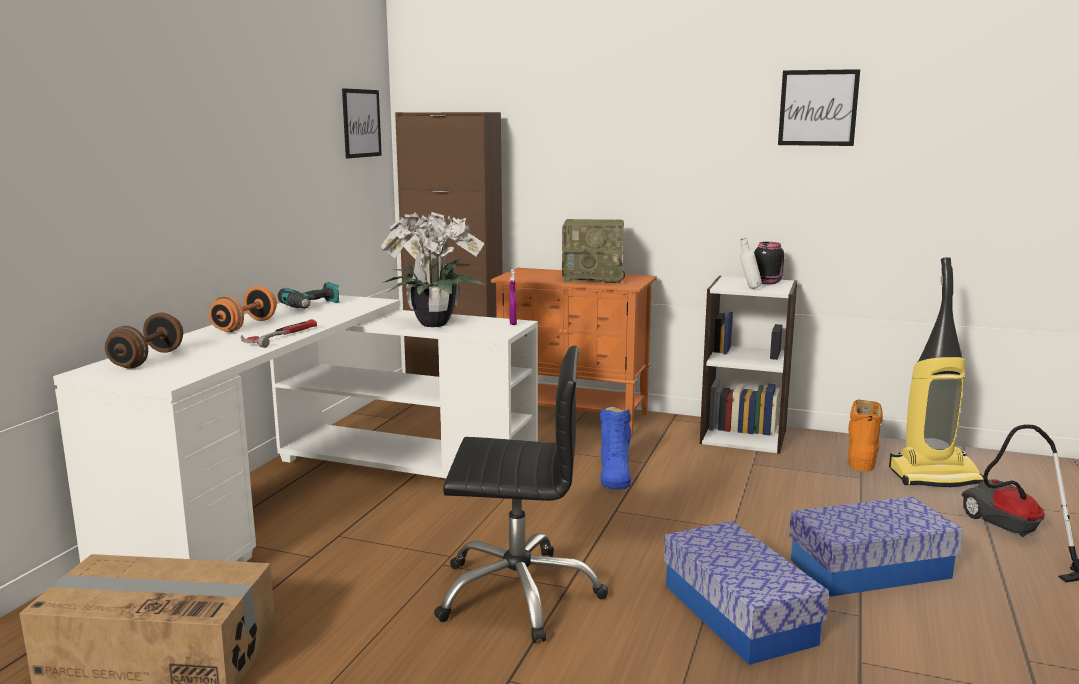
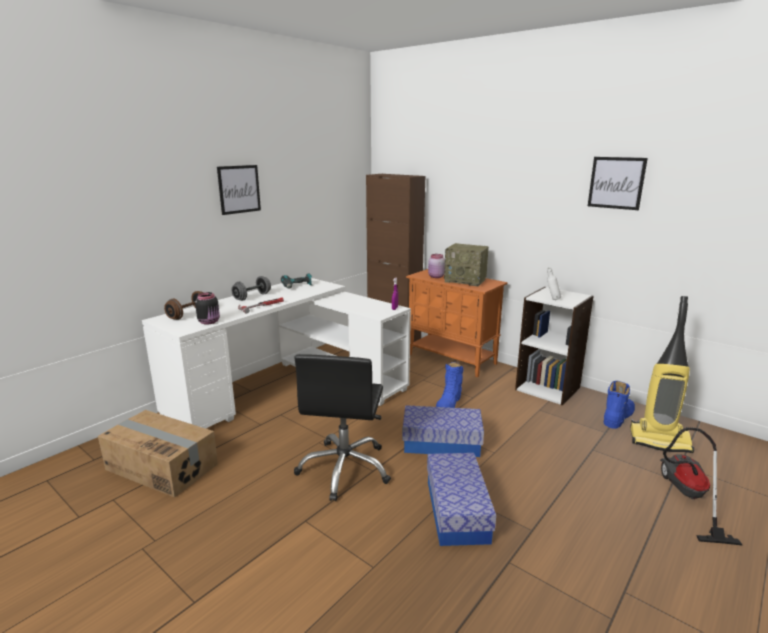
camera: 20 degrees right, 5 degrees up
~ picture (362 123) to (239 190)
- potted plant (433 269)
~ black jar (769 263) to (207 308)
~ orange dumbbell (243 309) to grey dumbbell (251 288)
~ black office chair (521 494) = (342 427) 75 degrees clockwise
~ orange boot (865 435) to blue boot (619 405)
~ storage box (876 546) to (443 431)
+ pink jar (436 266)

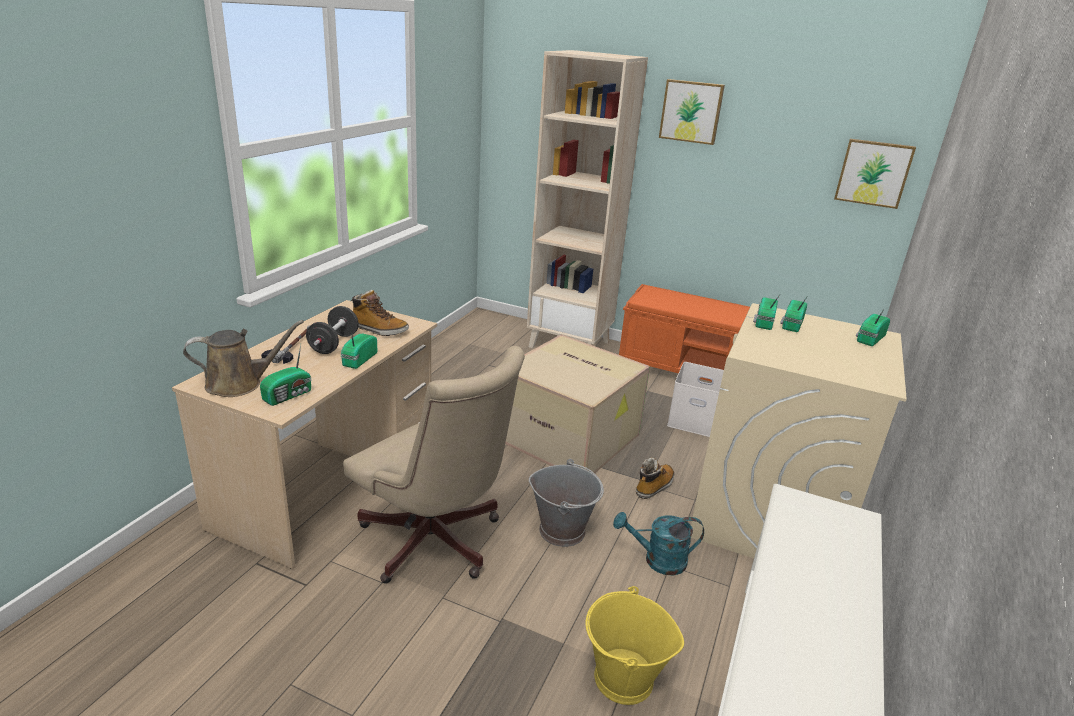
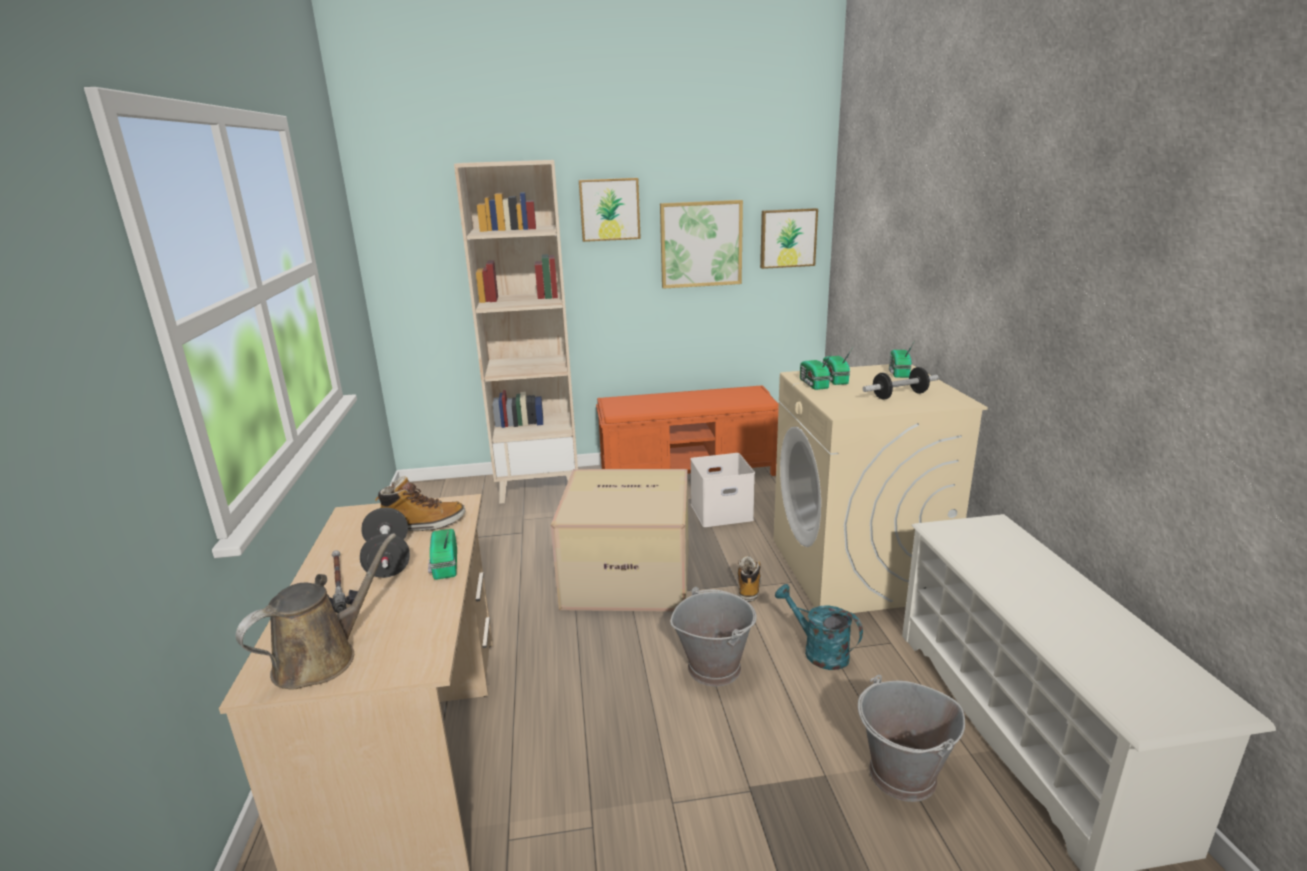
camera: 30 degrees left, 5 degrees down
- radio (286 375)
- beige office chair (434 464)
~ turquoise watering can (658 544) = (819 627) 75 degrees clockwise
~ yellow bucket (635 645) to grey bucket (911 738)
+ picture (701 244)
+ dumbbell (900 383)

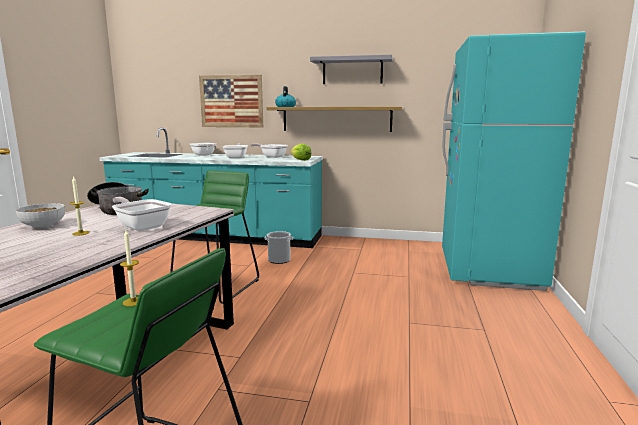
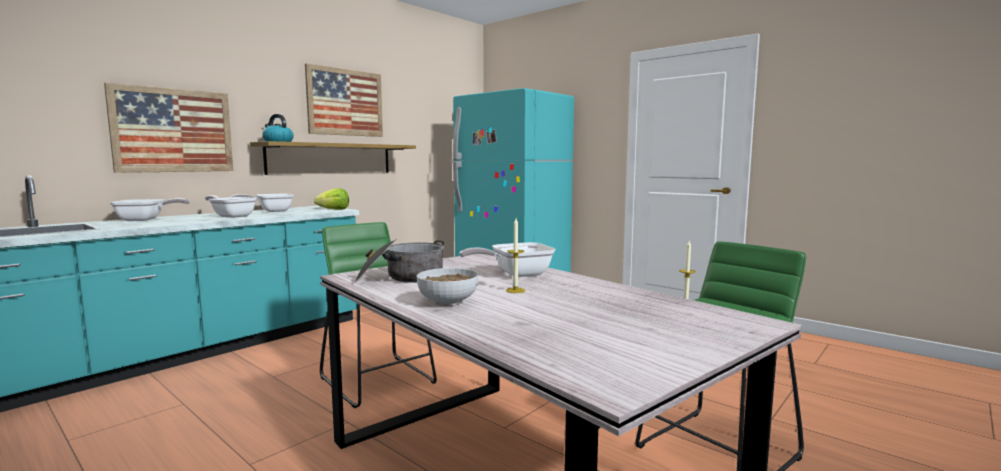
camera: 60 degrees left, 5 degrees down
~ grey shelf (351 69) to picture (344 100)
- bucket (279 247)

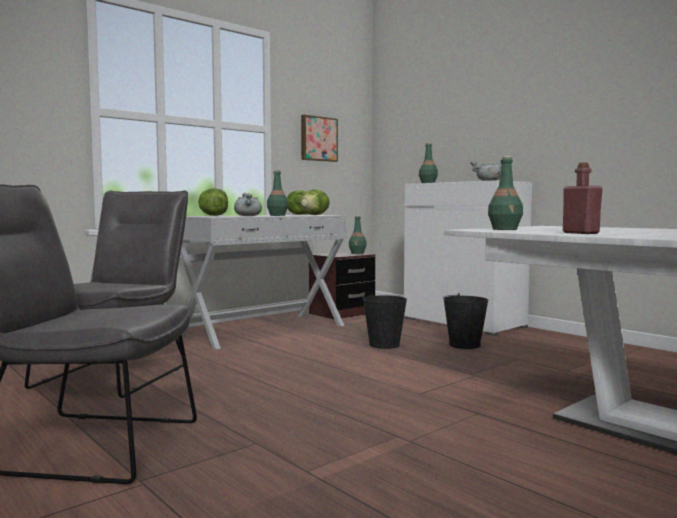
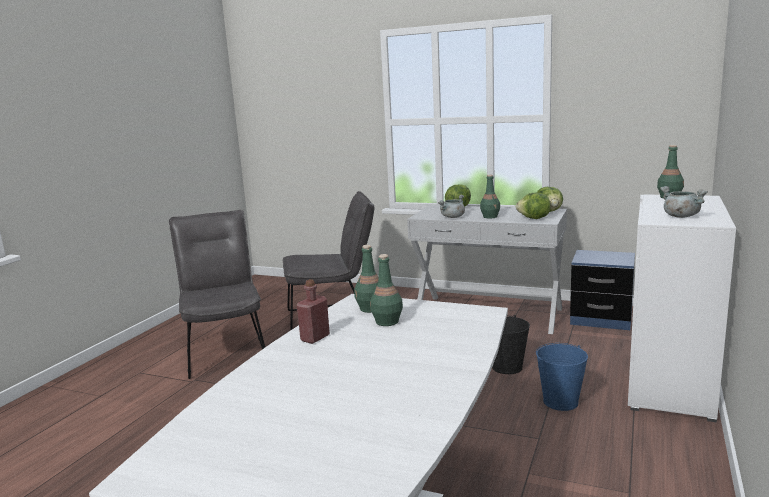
camera: 65 degrees right, 10 degrees up
- picture (319 138)
~ green bottle (358 235) to (386 290)
~ brown nightstand (342 286) to blue nightstand (602 290)
~ black bucket (465 321) to blue bucket (562 377)

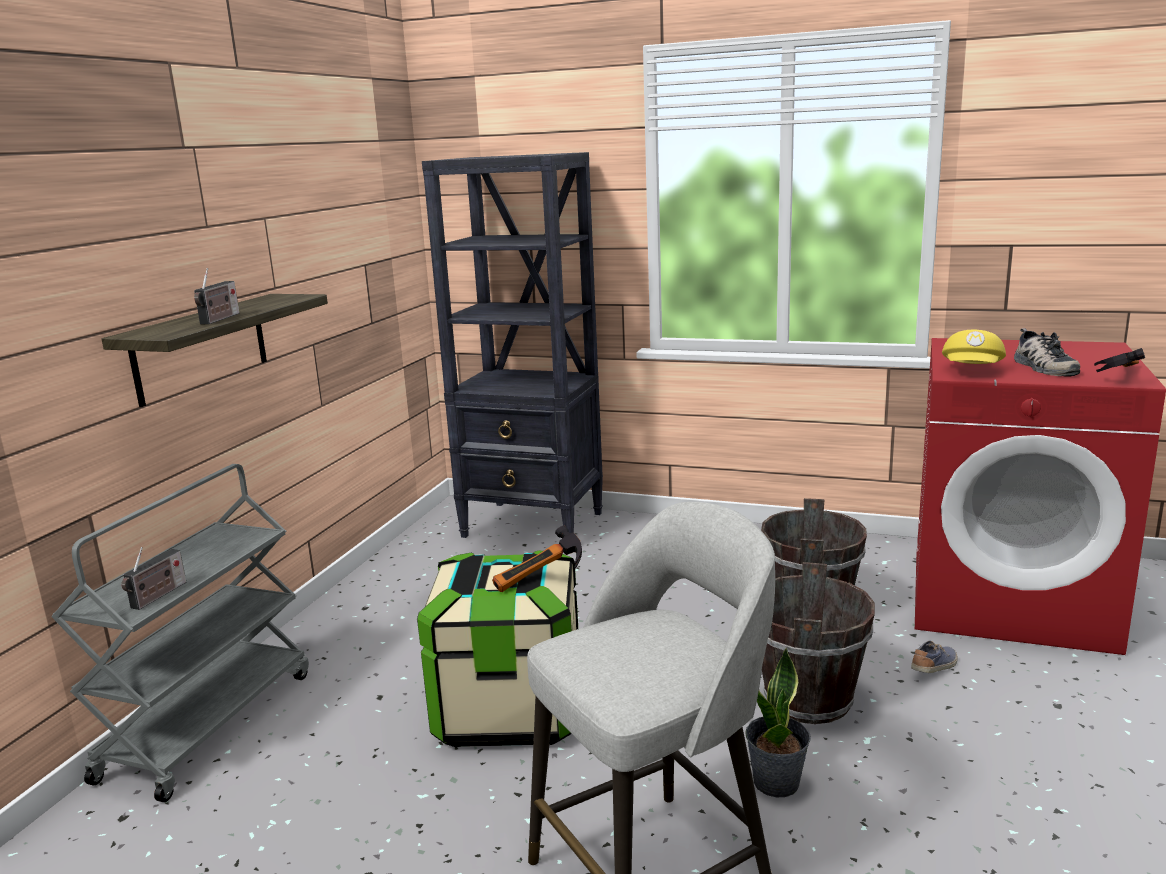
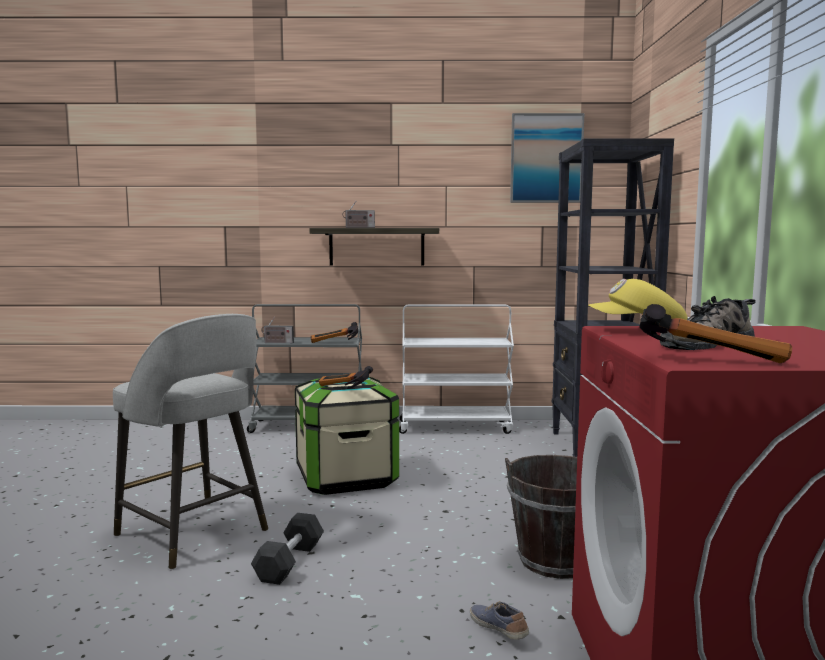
camera: 70 degrees right, 10 degrees down
- brown bucket (818 643)
~ shoe (934 657) = (499 620) 150 degrees counterclockwise
~ potted plant (778 722) to black dumbbell (287 549)
+ picture (547 158)
+ white cart (456 369)
+ hammer (334 332)

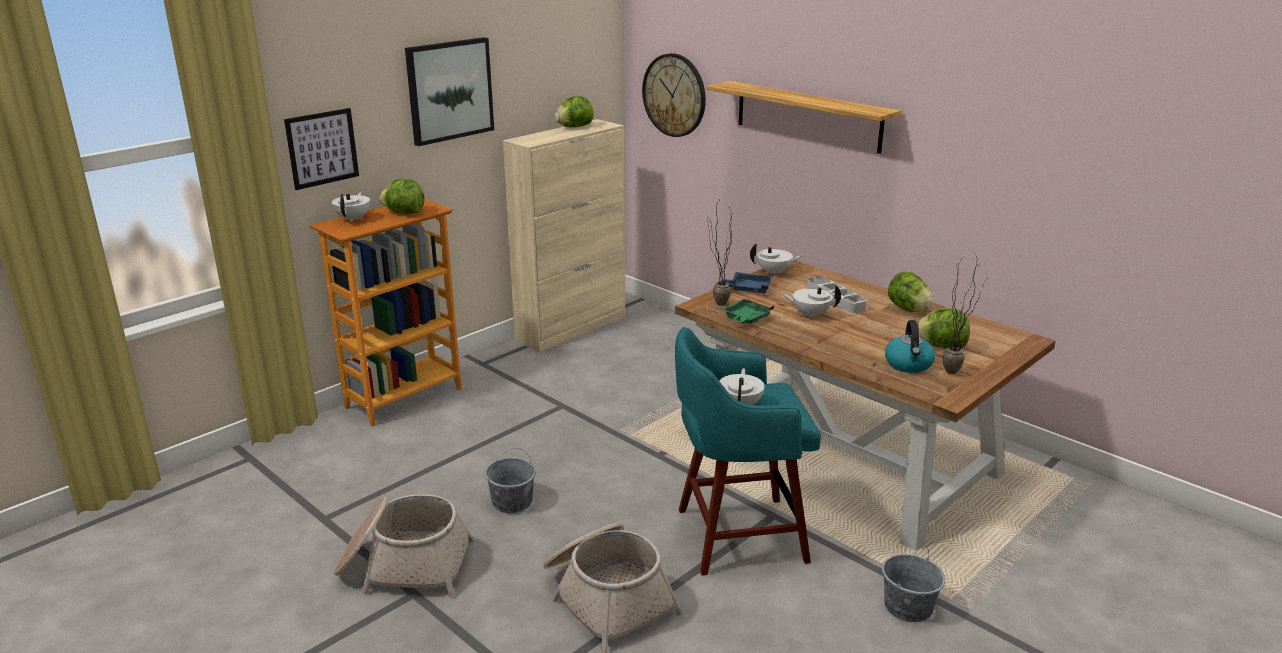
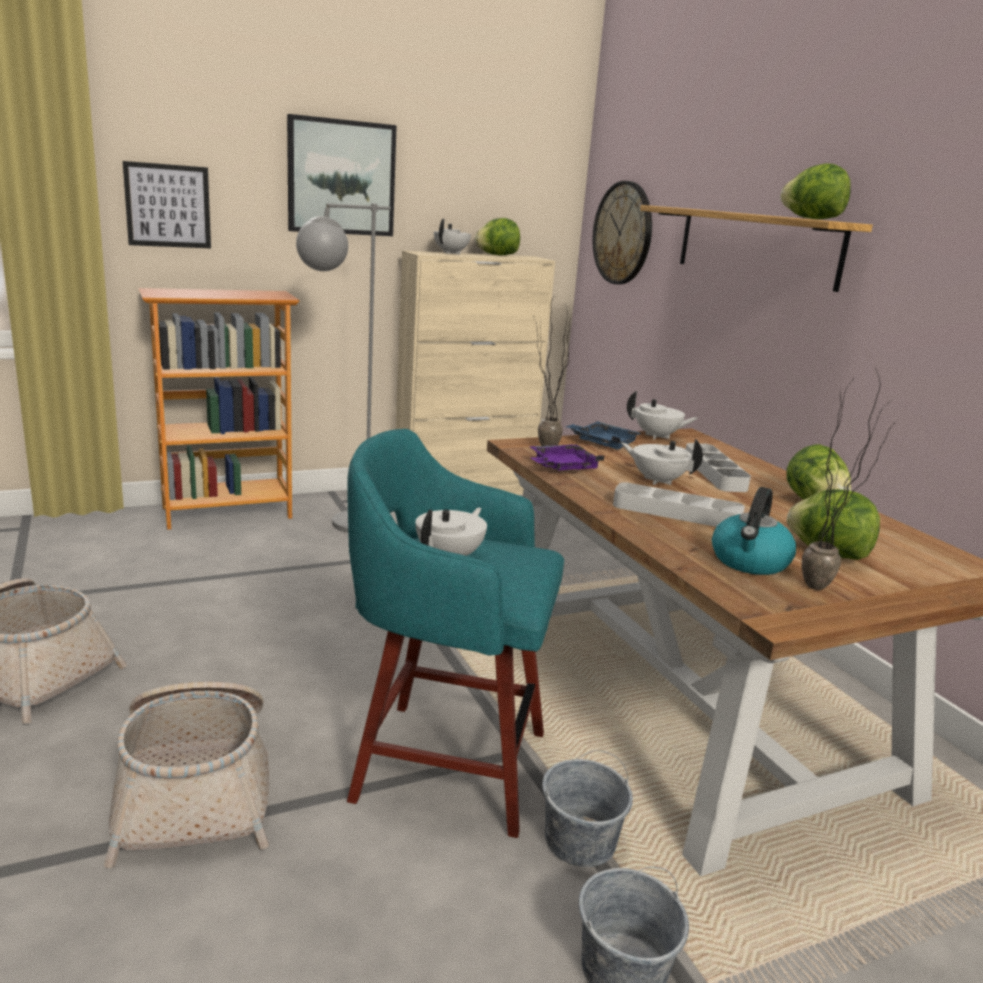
camera: 20 degrees right, 5 degrees down
~ lettuce (401 196) to (815 191)
~ white teapot (351 207) to (452 236)
~ green tray (747 311) to purple tray (566 457)
~ grey bucket (510 480) to (587 808)
+ grey floor lamp (343 368)
+ grey tray (679 504)

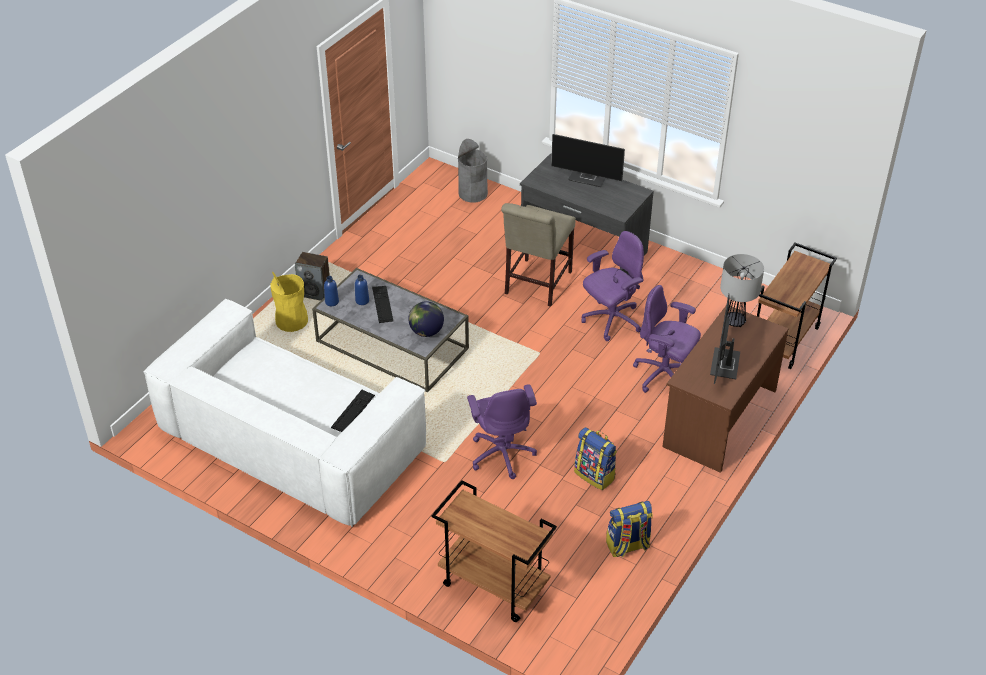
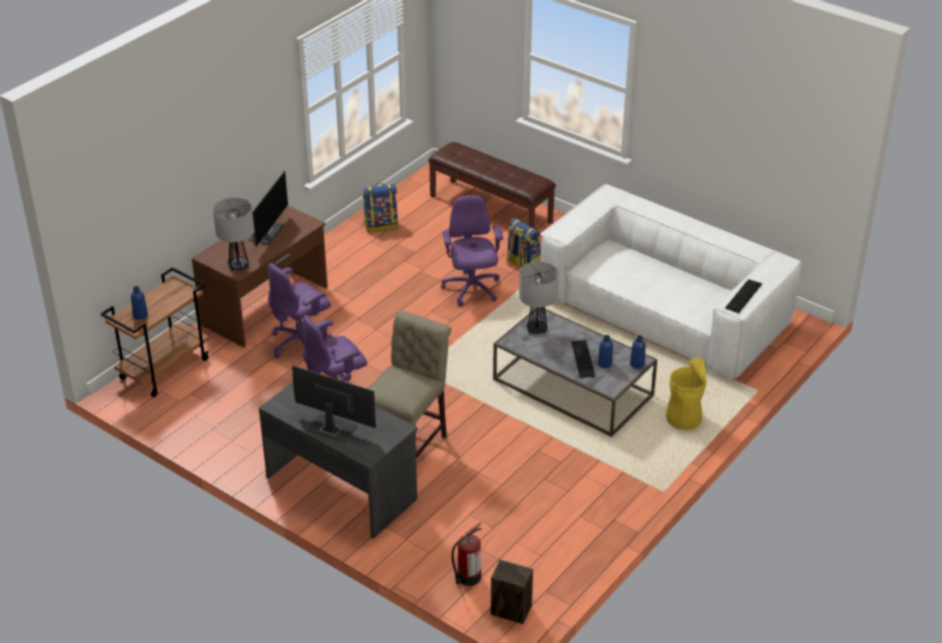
camera: 175 degrees left, 5 degrees down
~ grey trash can (473 171) to fire extinguisher (467 554)
~ speaker (312 276) to (512 592)
~ purple office chair (667 339) = (300 310) 105 degrees clockwise
~ globe (426 319) to table lamp (539 297)
~ keyboard (353 411) to (743 296)
~ backpack (595 458) to (523 243)
~ brown cart (494 551) to brown bench (492 185)
+ blue bottle (139 303)

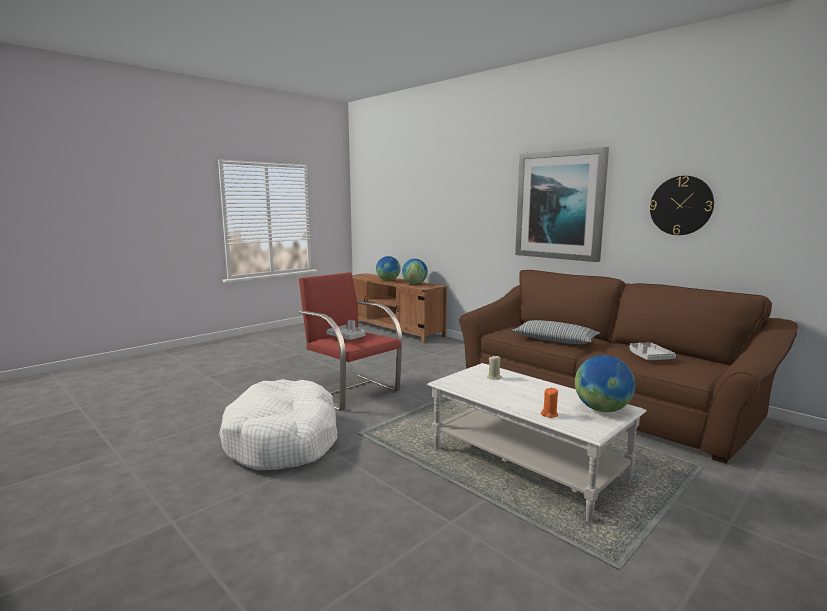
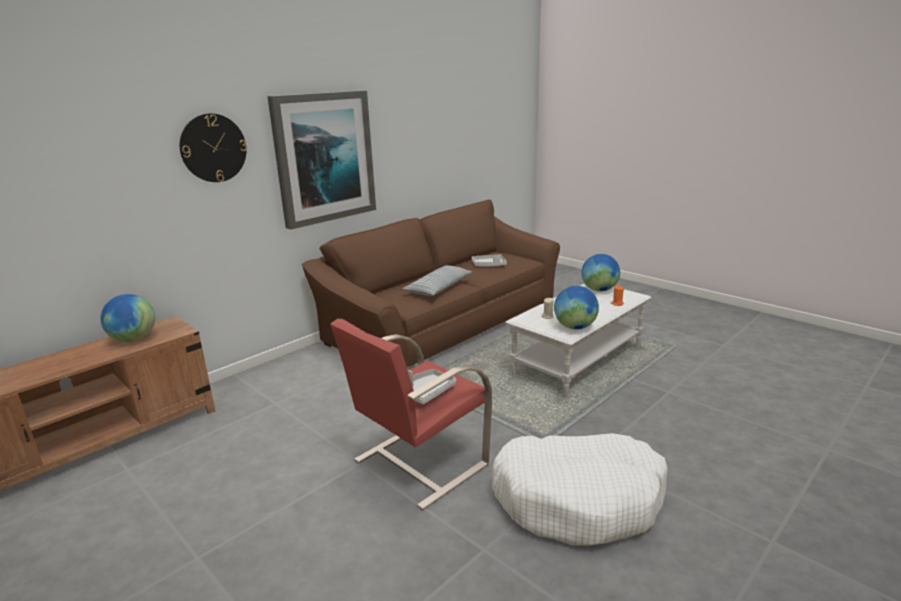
camera: 90 degrees left, 10 degrees up
~ wall clock (682 205) to (213 147)
~ globe (388 268) to (576 308)

